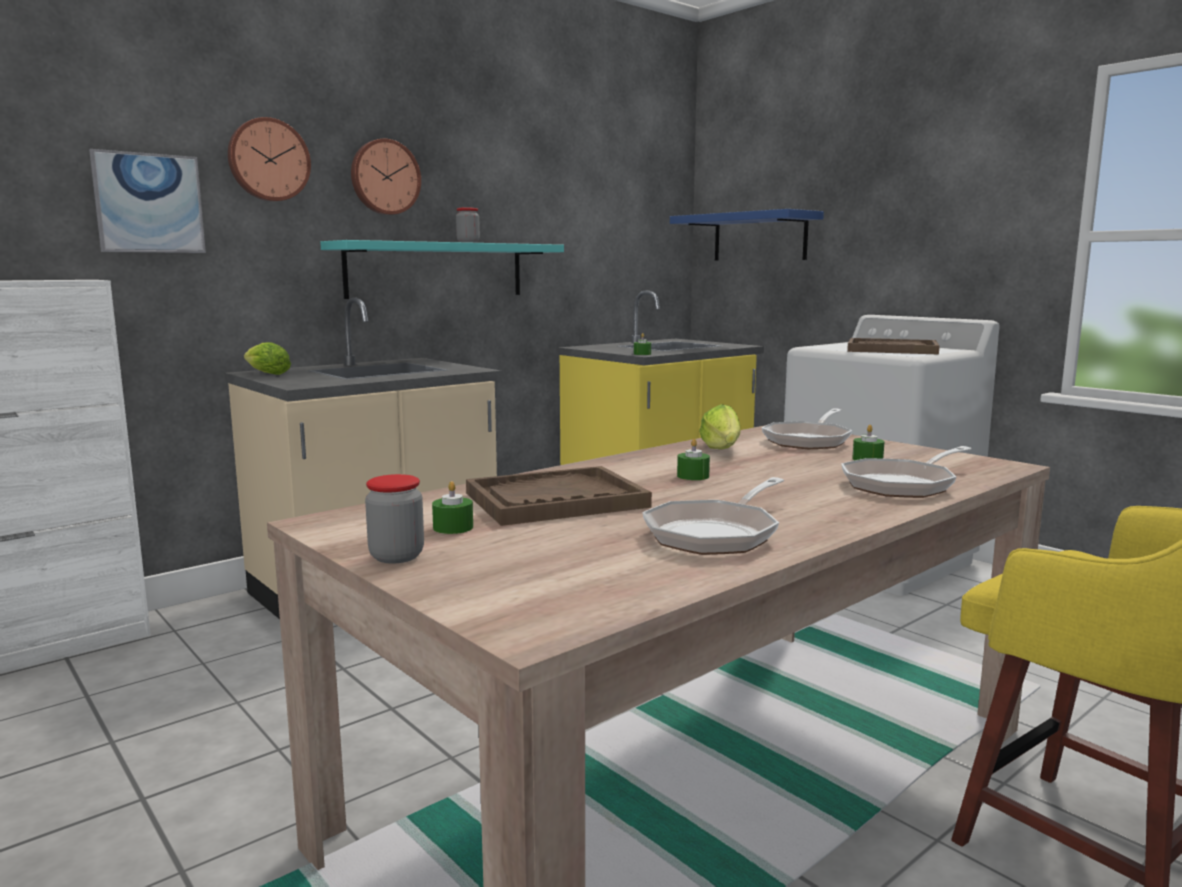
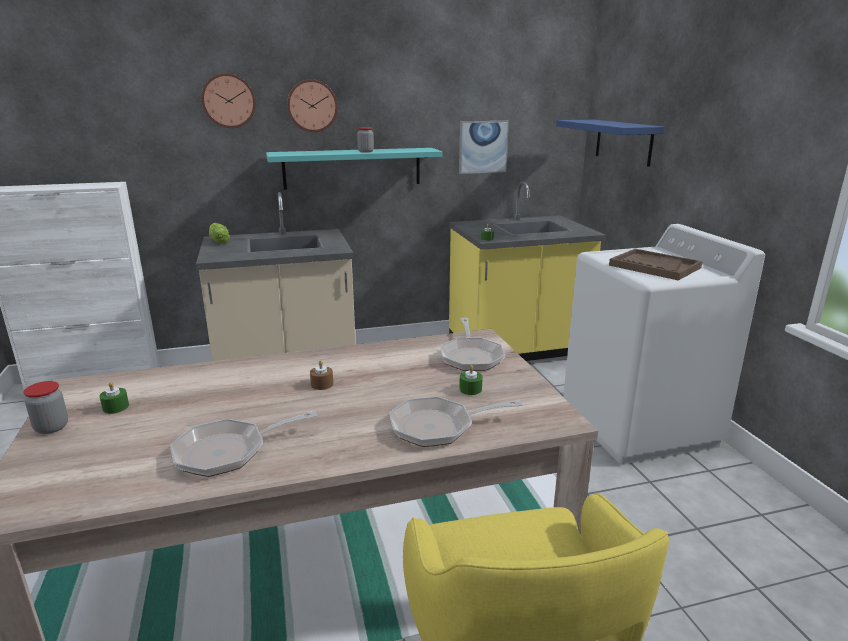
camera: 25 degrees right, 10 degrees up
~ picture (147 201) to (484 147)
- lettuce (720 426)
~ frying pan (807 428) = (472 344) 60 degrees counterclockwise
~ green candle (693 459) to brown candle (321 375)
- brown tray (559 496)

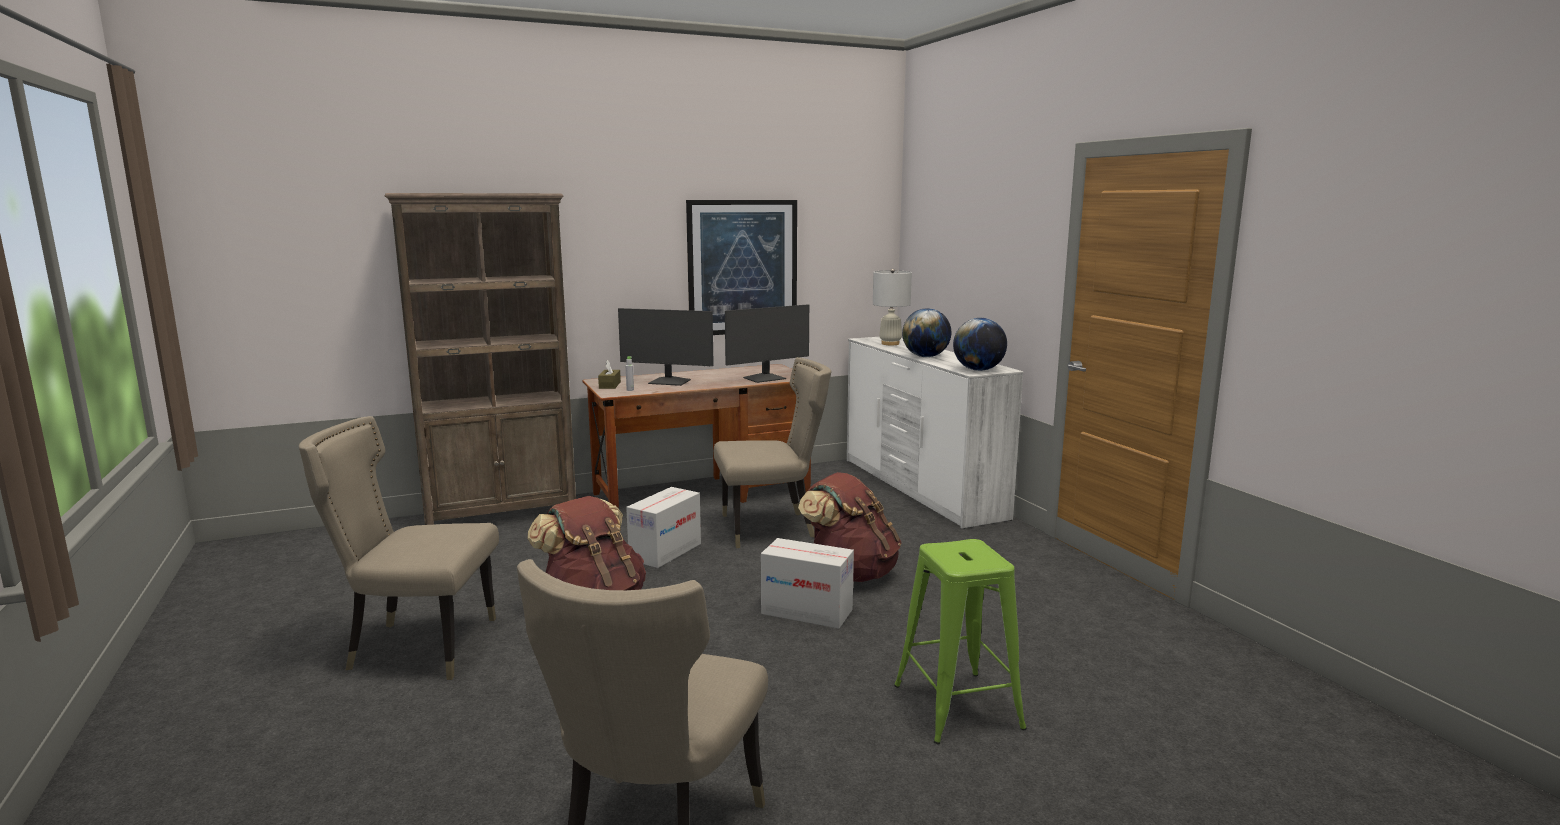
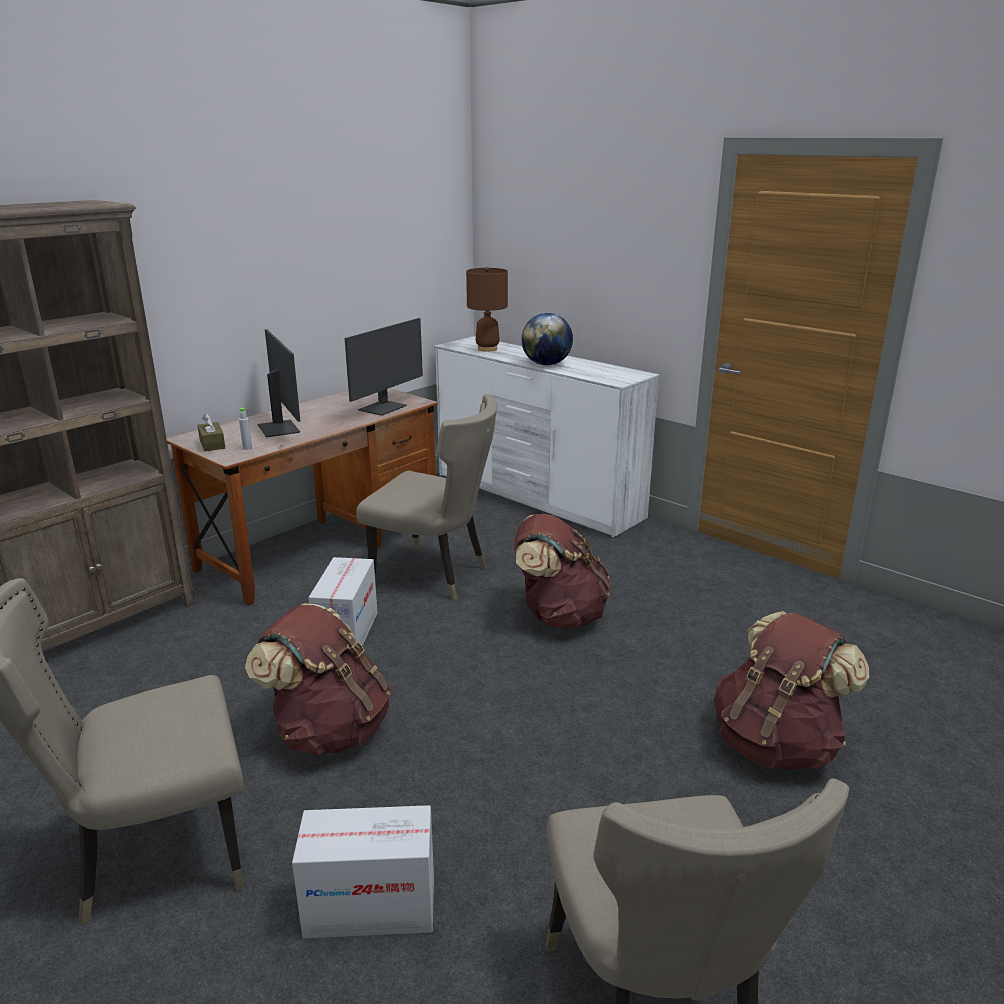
camera: 25 degrees left, 10 degrees up
- picture (741 267)
~ white table lamp (892 307) to brown table lamp (487 309)
~ monitor (666 347) = (279 383) 105 degrees counterclockwise
- globe (980 344)
~ beige chair (773 452) = (426 497) 60 degrees clockwise
~ cardboard box (807 583) to (363 871)
~ green stool (960 642) to brown backpack (791 690)

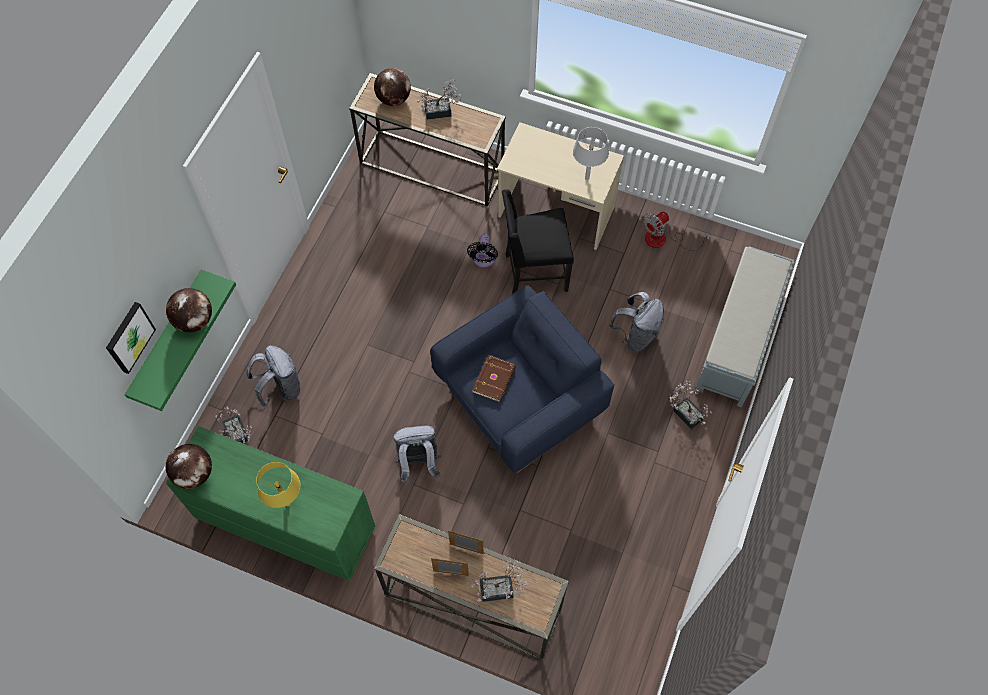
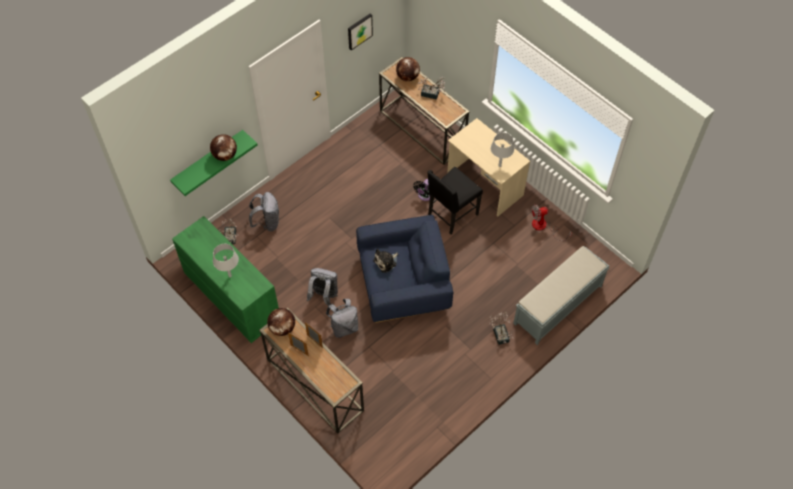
camera: 25 degrees right, 5 degrees down
~ black chair (538 241) = (455 201) 60 degrees counterclockwise
~ grey backpack (636 322) to (342 318)
~ picture (131 338) to (360 32)
~ brown book (494 378) to plush toy (385 261)
~ globe (188 466) to (281 322)
~ yellow table lamp (278 485) to grey table lamp (226 260)
- potted plant (499 581)

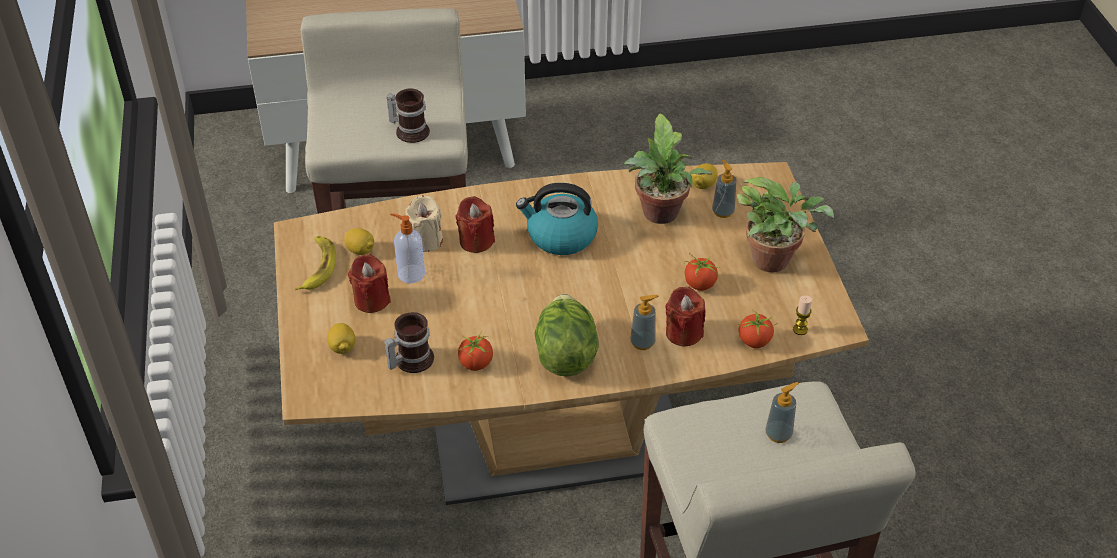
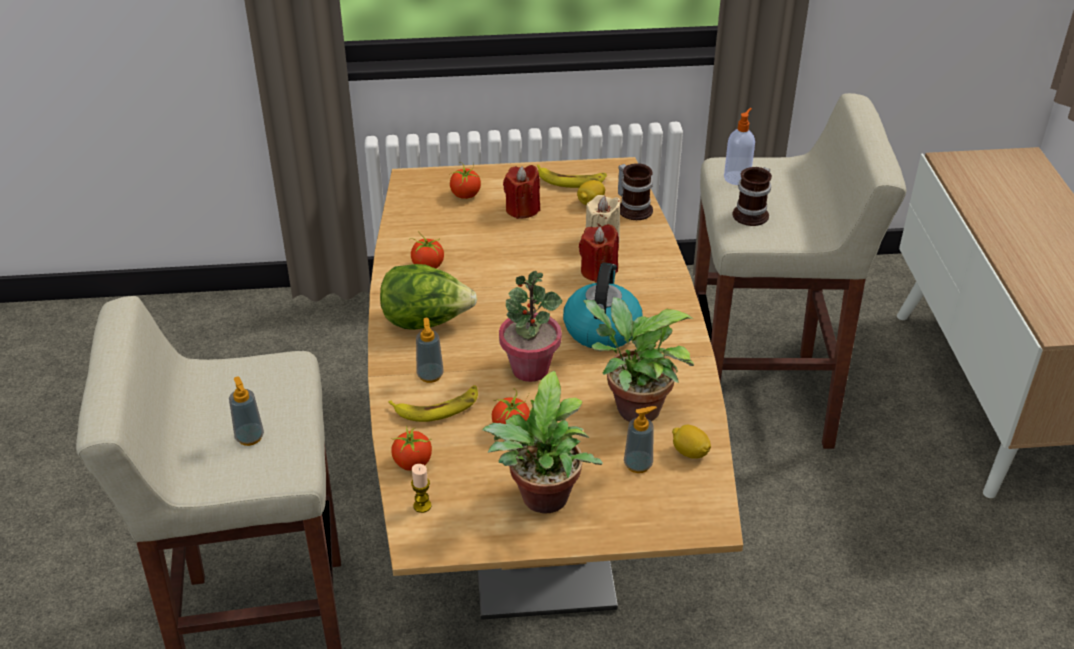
camera: 95 degrees right, 5 degrees down
~ soap dispenser (407 248) to (739 146)
~ red candle (685 317) to banana (433 403)
~ mug (409 342) to (635 191)
~ lemon (341 338) to tomato (465 180)
+ potted plant (530 326)

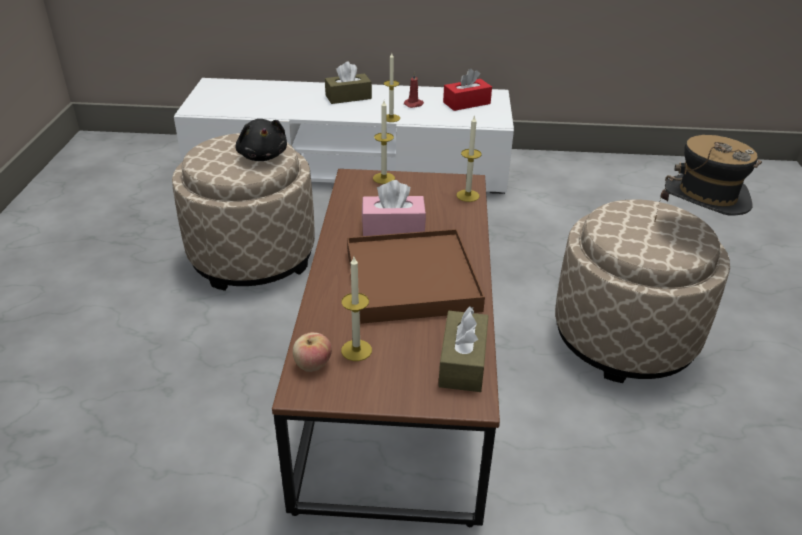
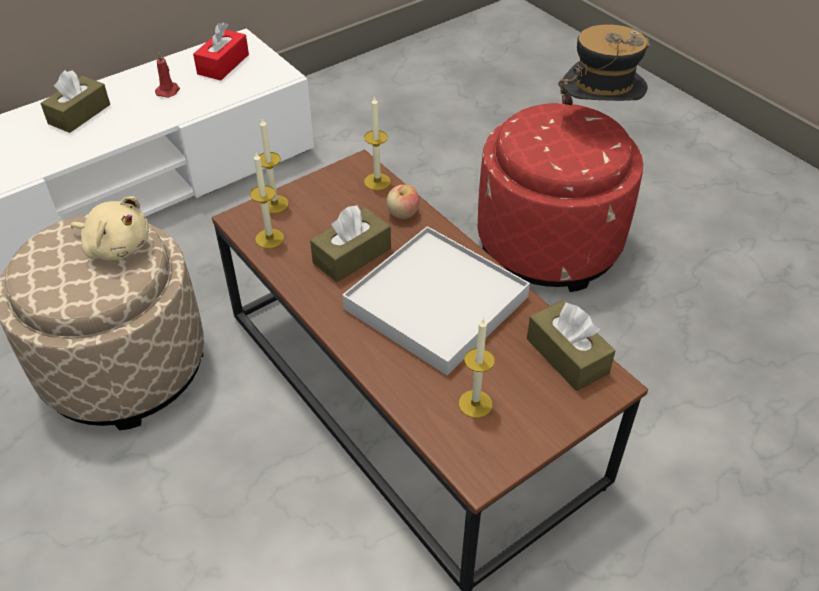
camera: 40 degrees left, 10 degrees up
~ candle (392 87) to (267 200)
~ black plush toy (261 140) to beige plush toy (110 228)
~ pink tissue box (394 208) to brown tissue box (350 243)
~ beige ottoman (642 291) to red ottoman (560 197)
~ brown tray (416 276) to white tray (436 300)
~ apple (312 352) to (403 201)

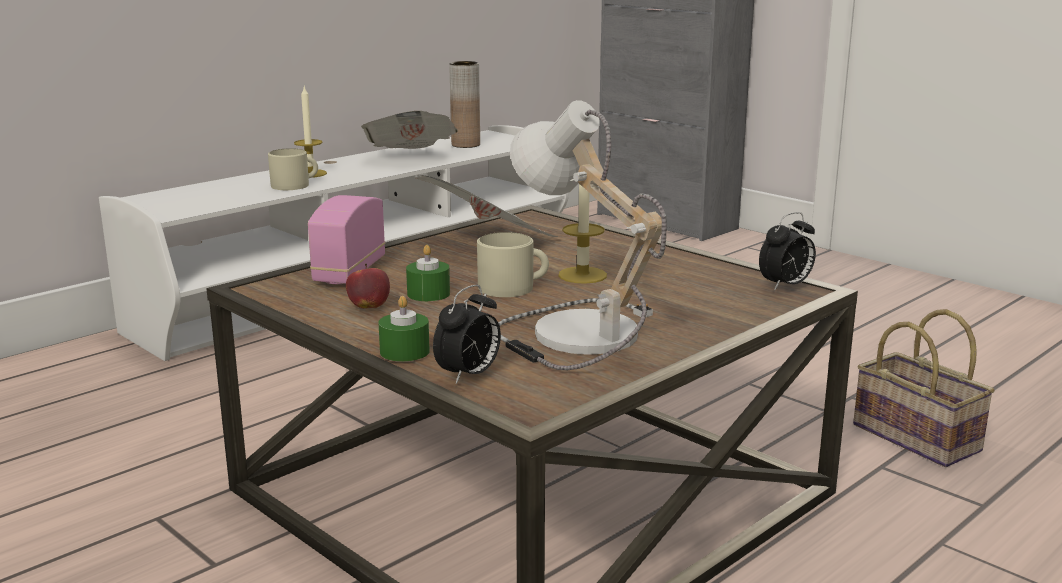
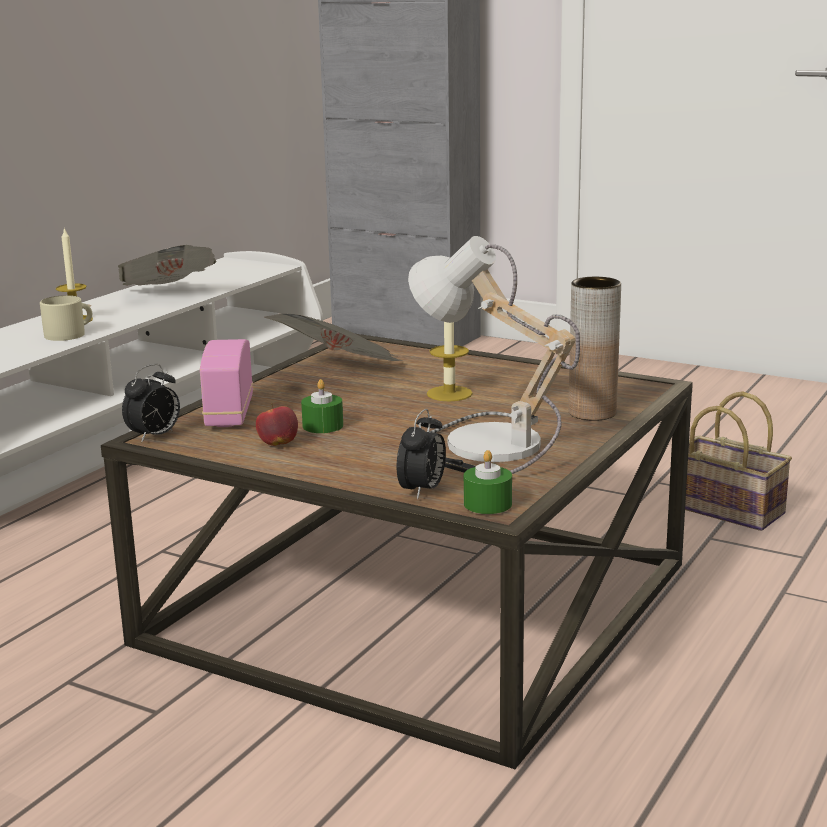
camera: 15 degrees left, 0 degrees up
~ brown vase (464 104) to (594 349)
~ alarm clock (787 251) to (151 403)
- beige mug (513 264)
~ green candle (404 329) to (488 482)

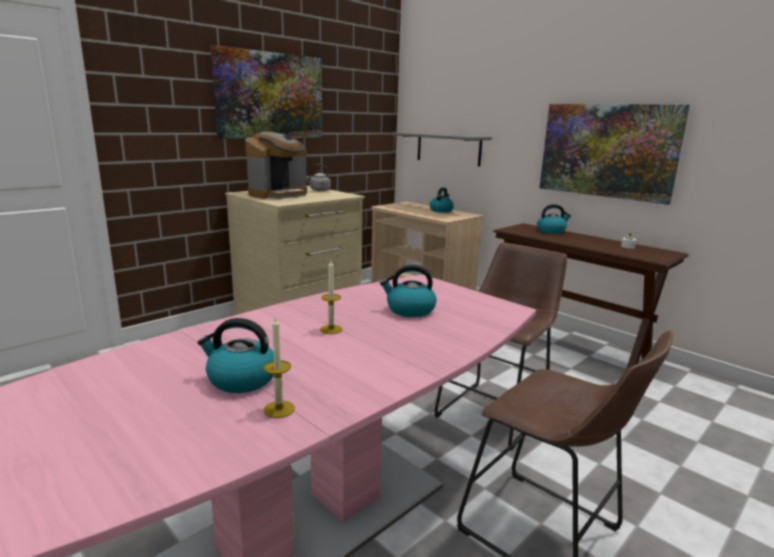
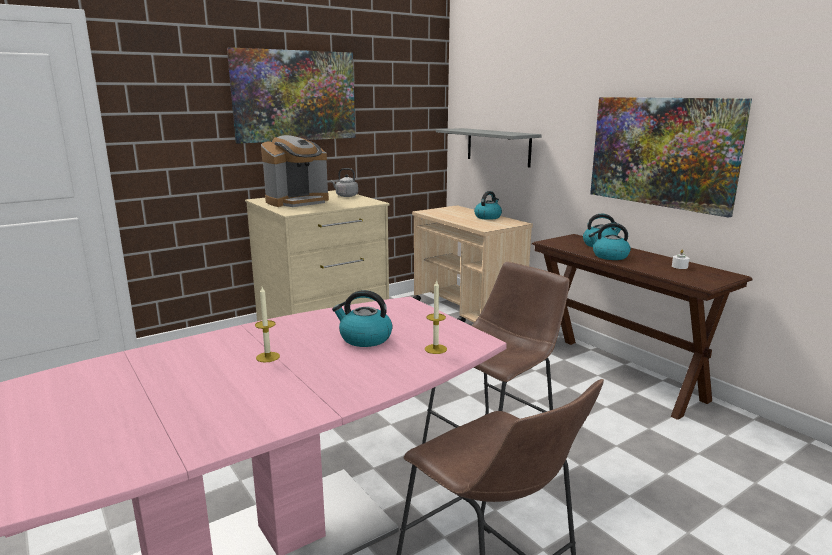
camera: 10 degrees right, 0 degrees up
~ candle (279 367) to (436 316)
~ kettle (235 355) to (609 241)

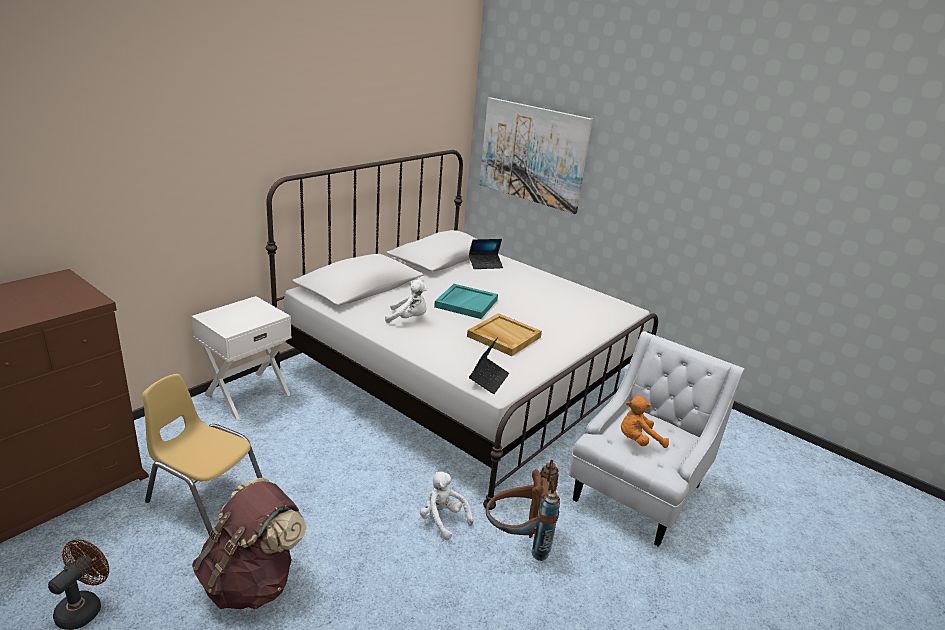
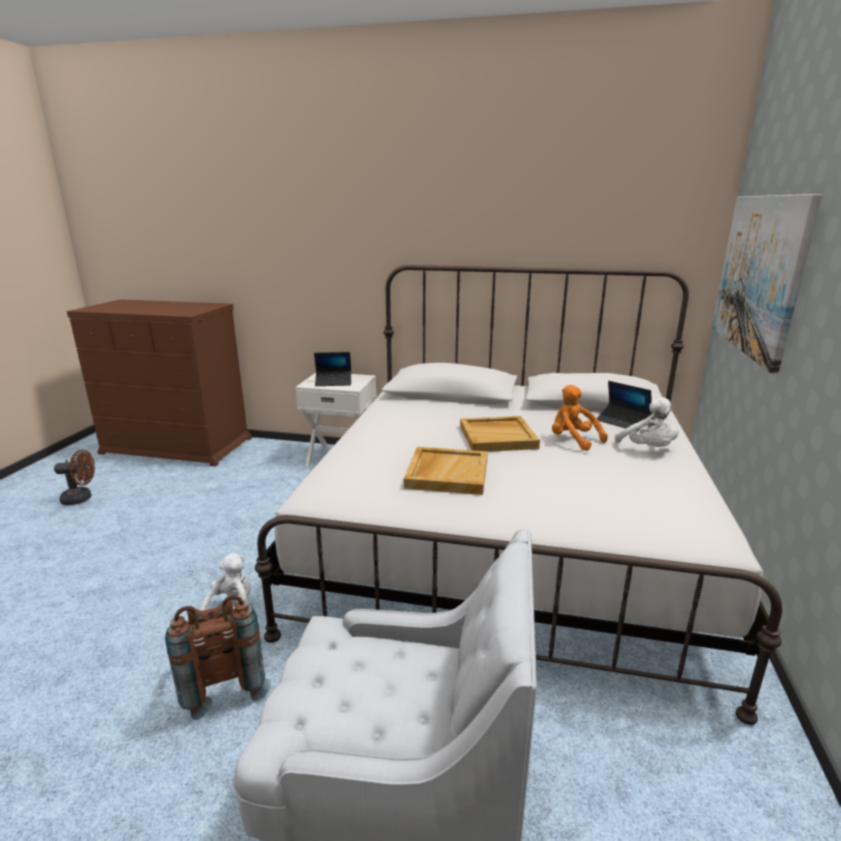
camera: 65 degrees right, 5 degrees down
~ white plush toy (406 301) to (647 422)
~ turquoise tray (466 301) to beige tray (500 434)
~ laptop (489 365) to (332 369)
- yellow chair (202 455)
~ orange plush toy (645 422) to (580 418)
- brown backpack (249 544)

